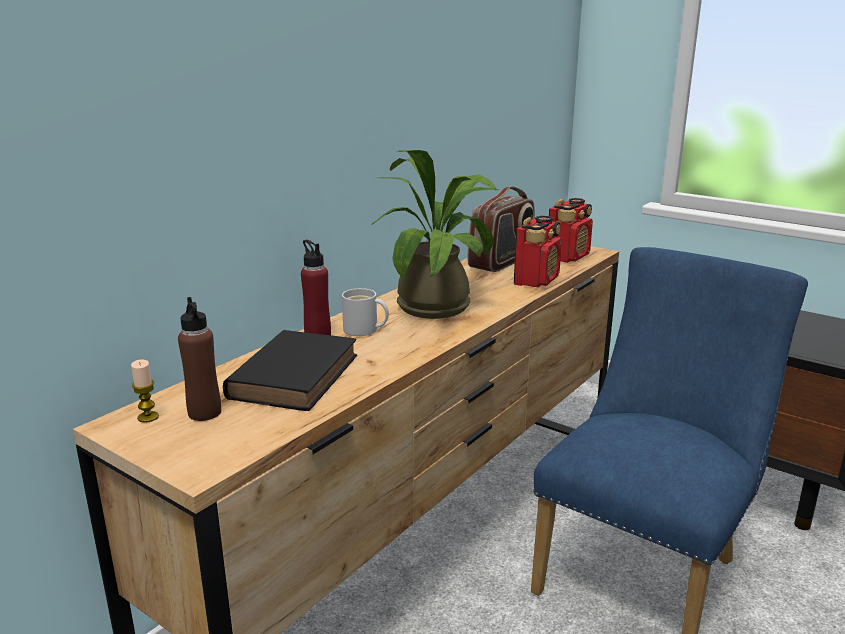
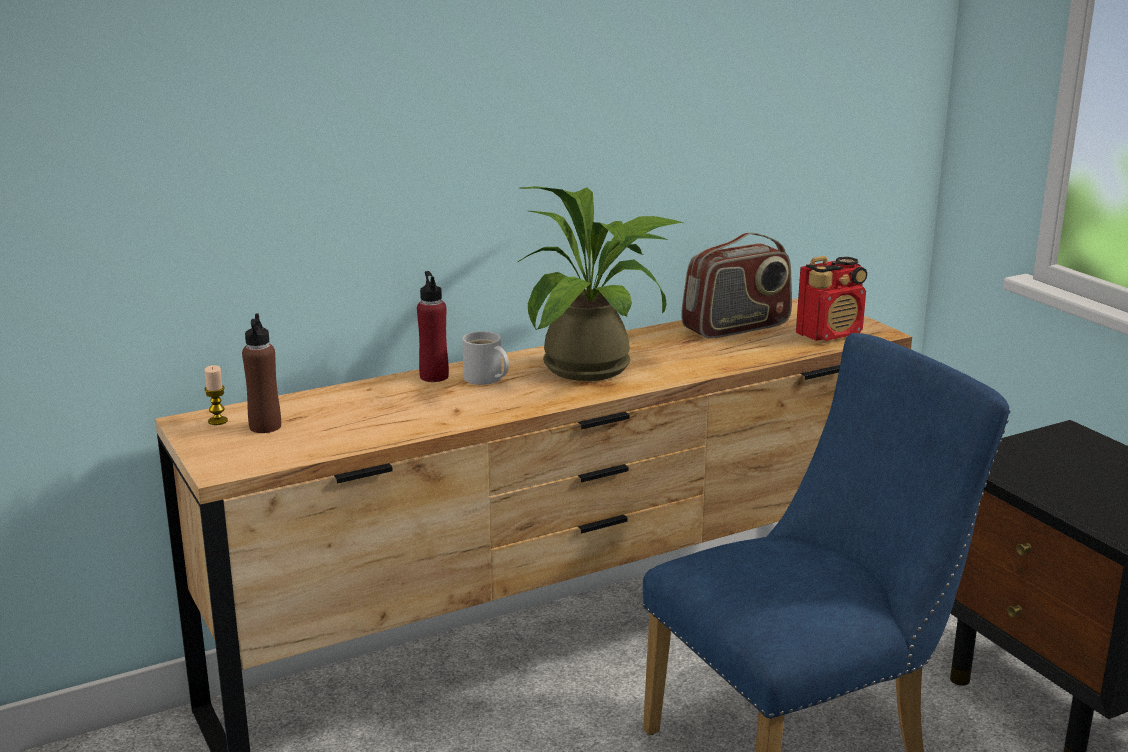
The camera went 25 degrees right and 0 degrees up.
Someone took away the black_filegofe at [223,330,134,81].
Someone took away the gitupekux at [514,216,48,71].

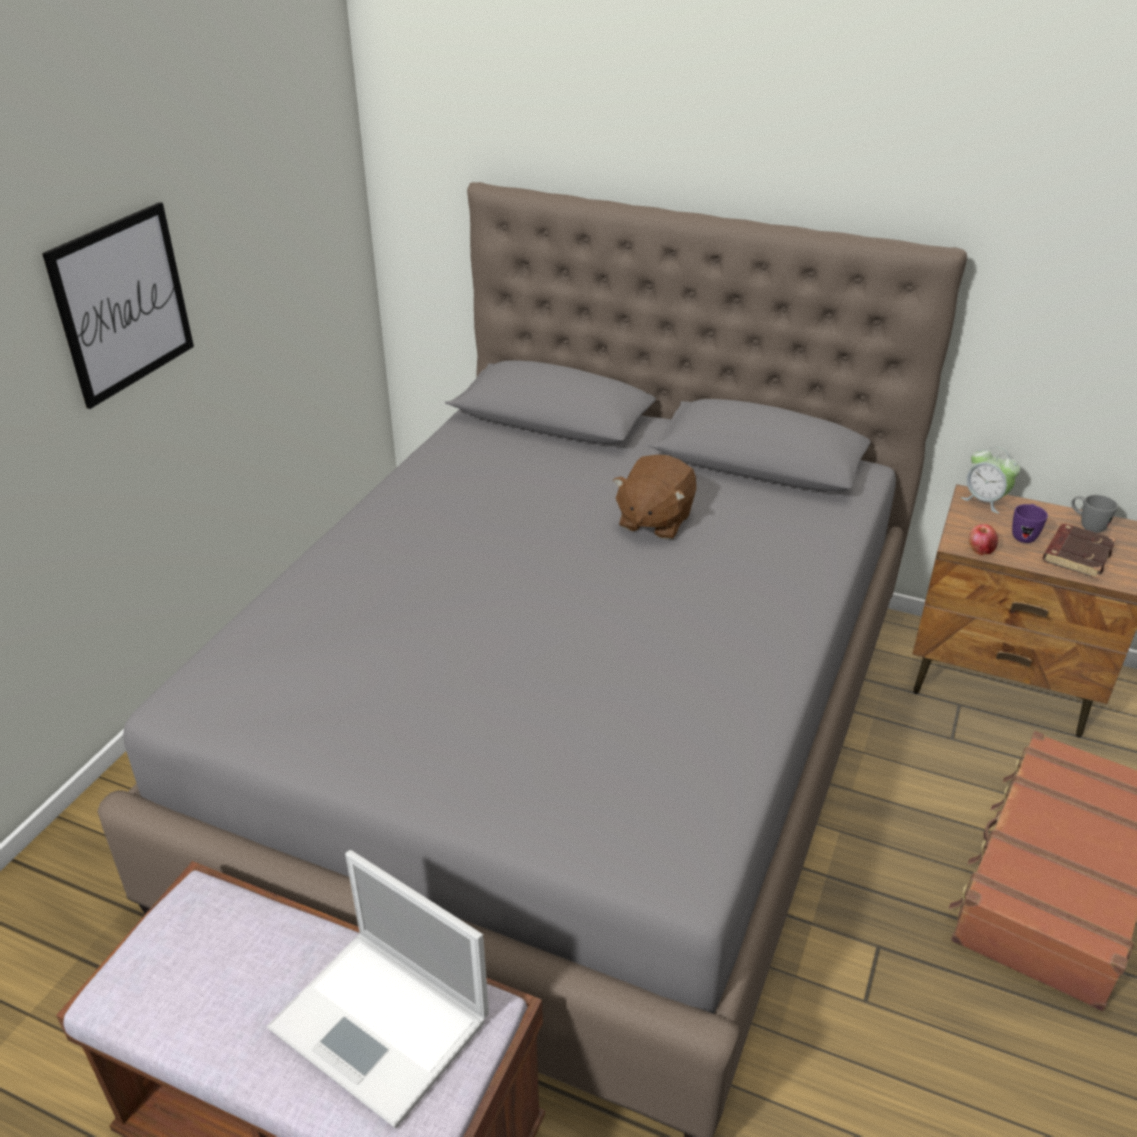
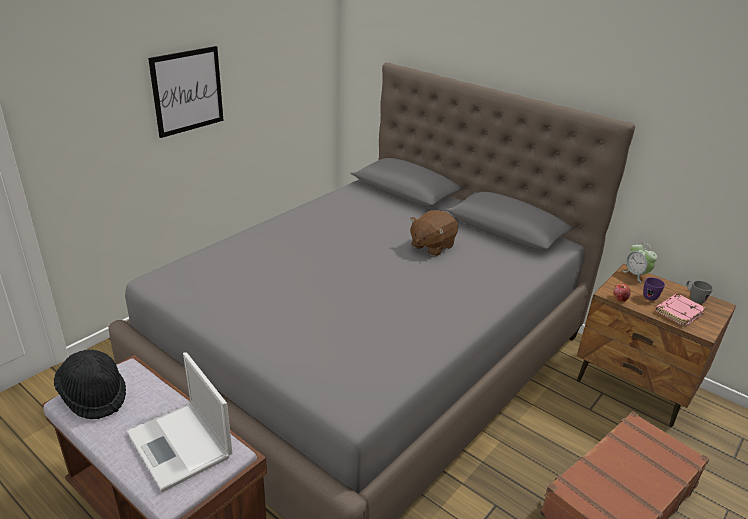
The camera went 15 degrees right and 5 degrees down.
Someone put down the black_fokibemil at [54,350,72,69].
Someone repainted the brown_filegofe at [1042,524,74,55], which became the pink_filegofe at [655,294,51,32].

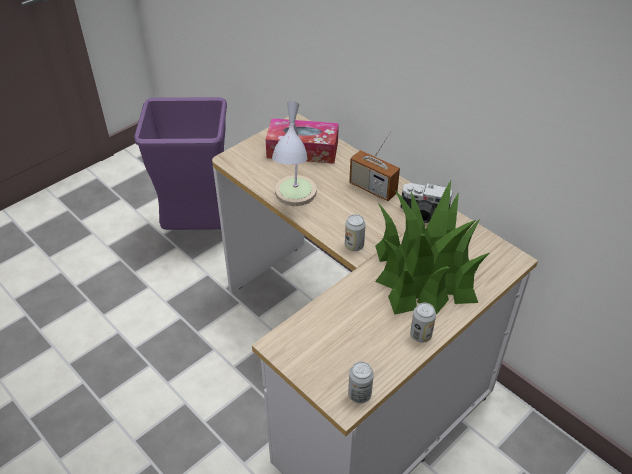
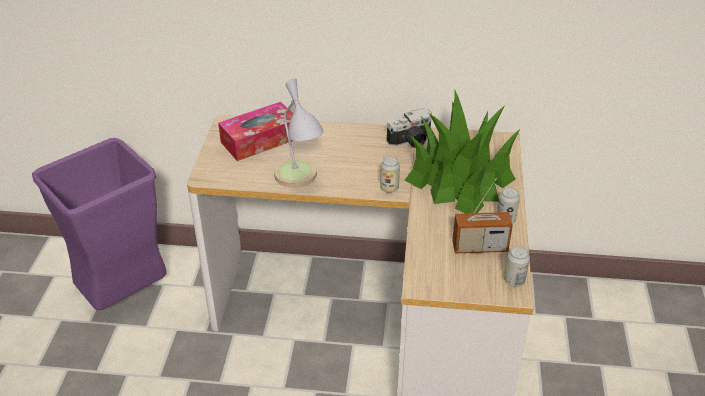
The camera went 40 degrees left and 5 degrees down.
Someone carried the gitupekux from [349,131,51,70] to [452,178,61,76].

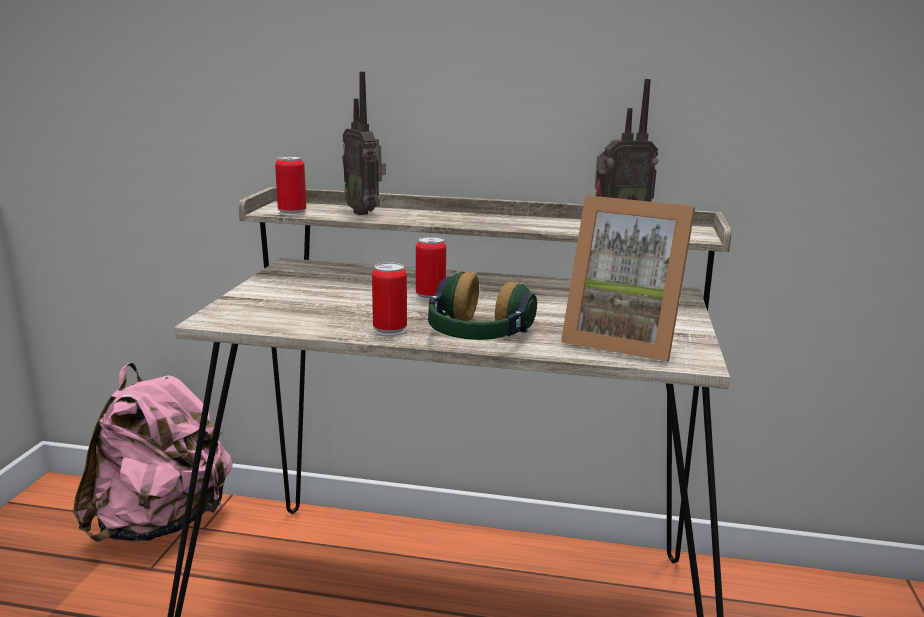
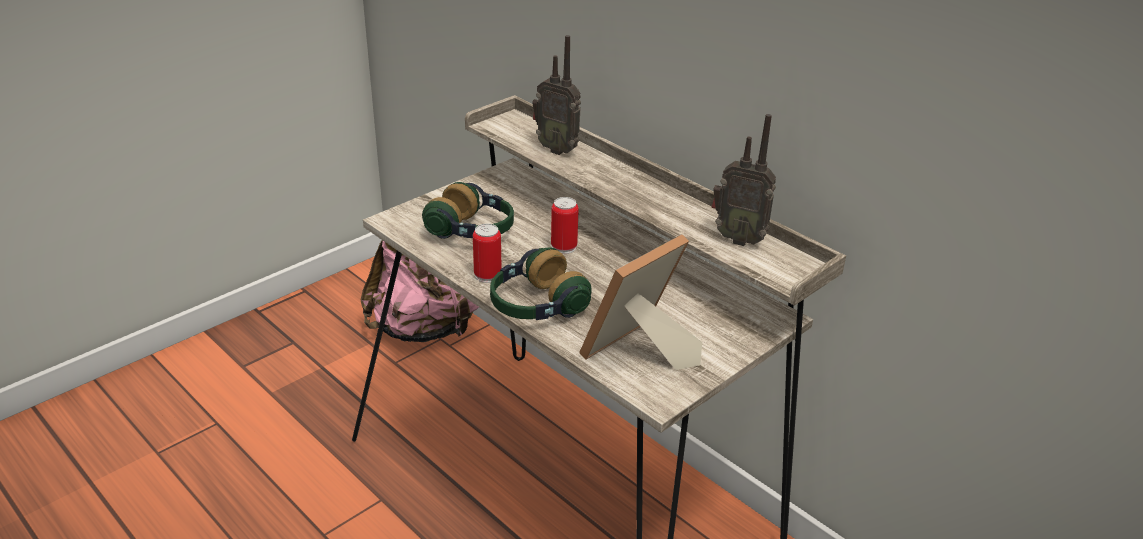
The camera went 35 degrees right and 15 degrees up.
Someone put down the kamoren at [422,182,92,57].
Someone rotated the gitupekux at [342,71,44,144] by 60 degrees counterclockwise.
Someone rotated the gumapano at [561,195,134,167] by 75 degrees clockwise.
Someone took away the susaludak at [275,156,31,60].

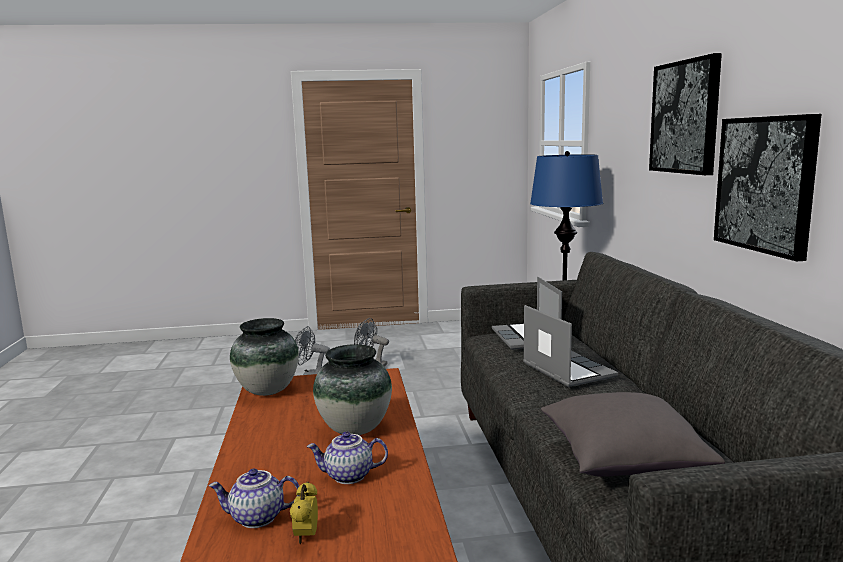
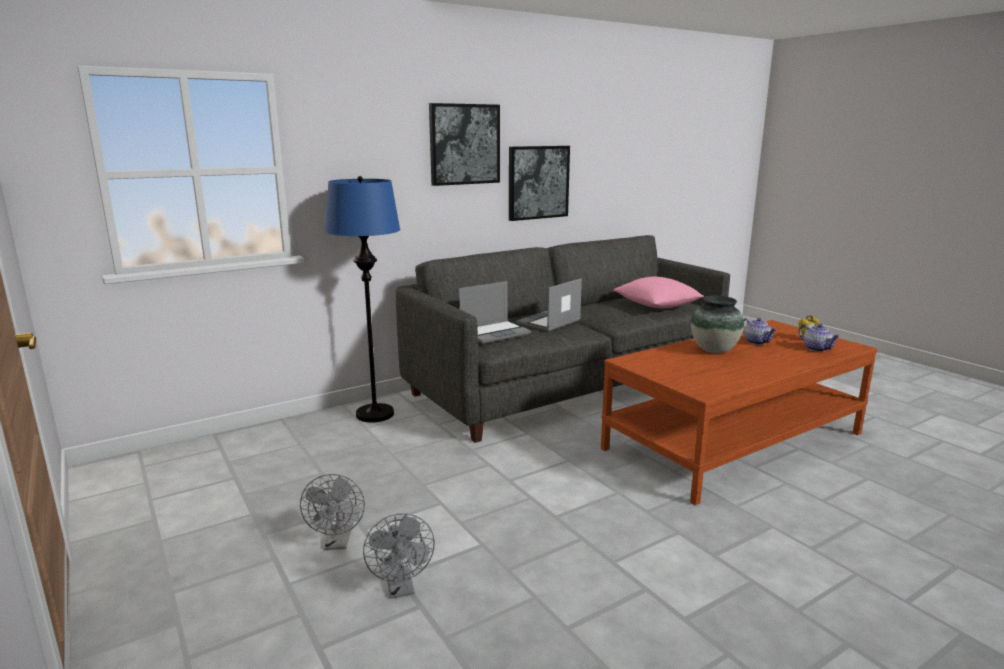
The camera went 115 degrees left and 5 degrees up.
Someone repainted the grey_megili at [541,392,184,85], which became the pink_megili at [613,277,91,31].
Someone took away the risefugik at [230,318,69,78].

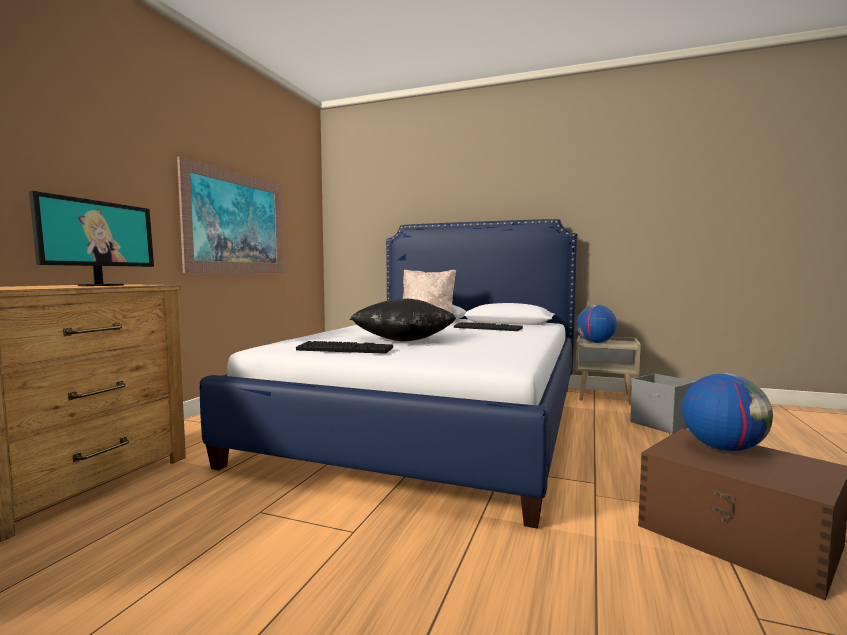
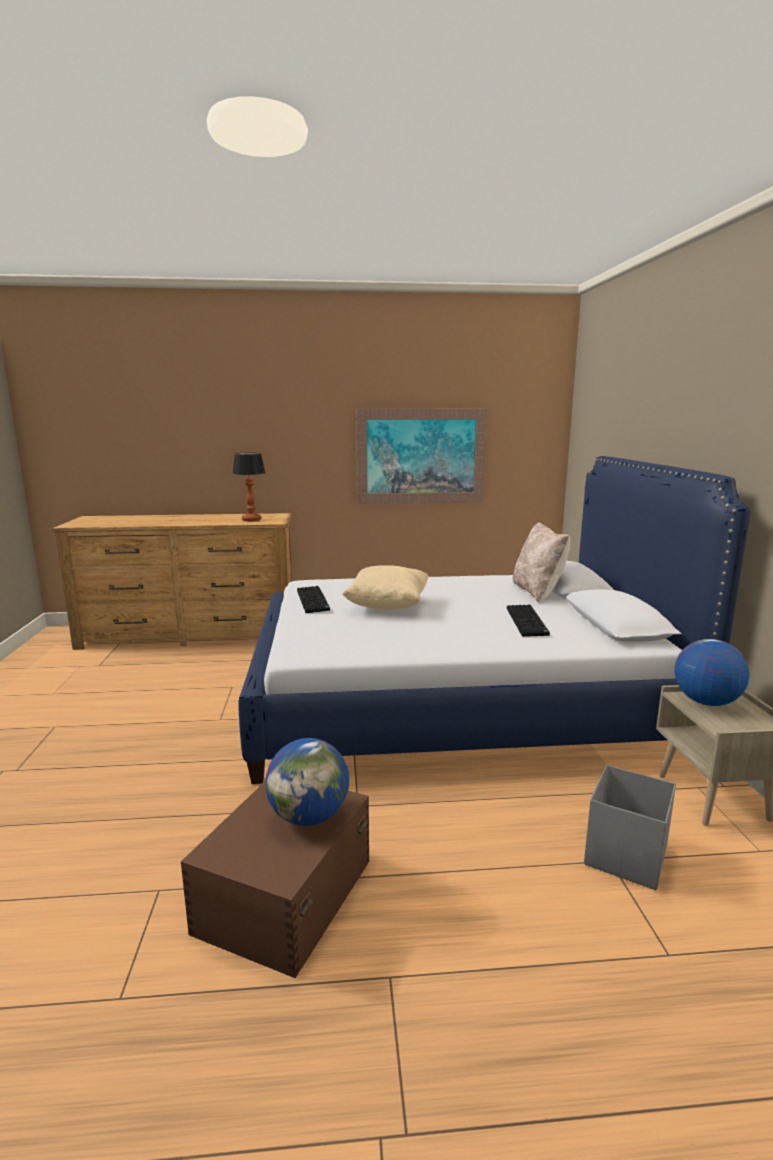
The camera went 65 degrees right and 10 degrees up.
Someone swapped the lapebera at [29,191,125,95] for the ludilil at [232,453,33,68].
Someone repainted the black_megili at [350,299,106,43], which became the beige_megili at [342,565,87,45].

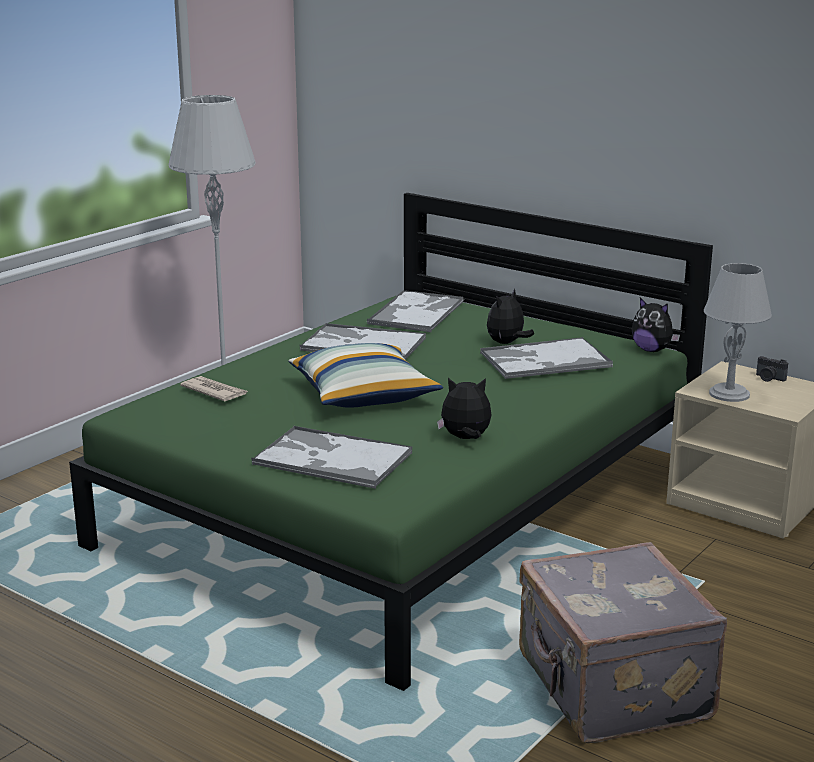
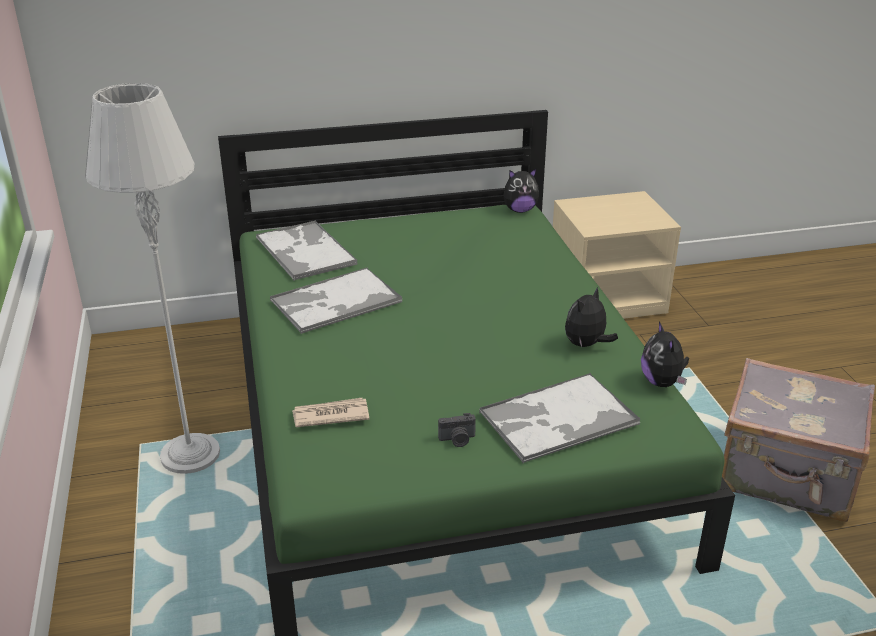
The camera went 50 degrees left and 10 degrees up.
Someone carried the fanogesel from [756,356,32,26] to [438,413,38,34].
Someone carried the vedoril from [487,289,47,55] to [641,322,48,65].
Someone took away the megili at [288,343,155,65].
Someone took away the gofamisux at [480,337,133,42].
Someone took away the grey_ludilil at [704,263,68,139].

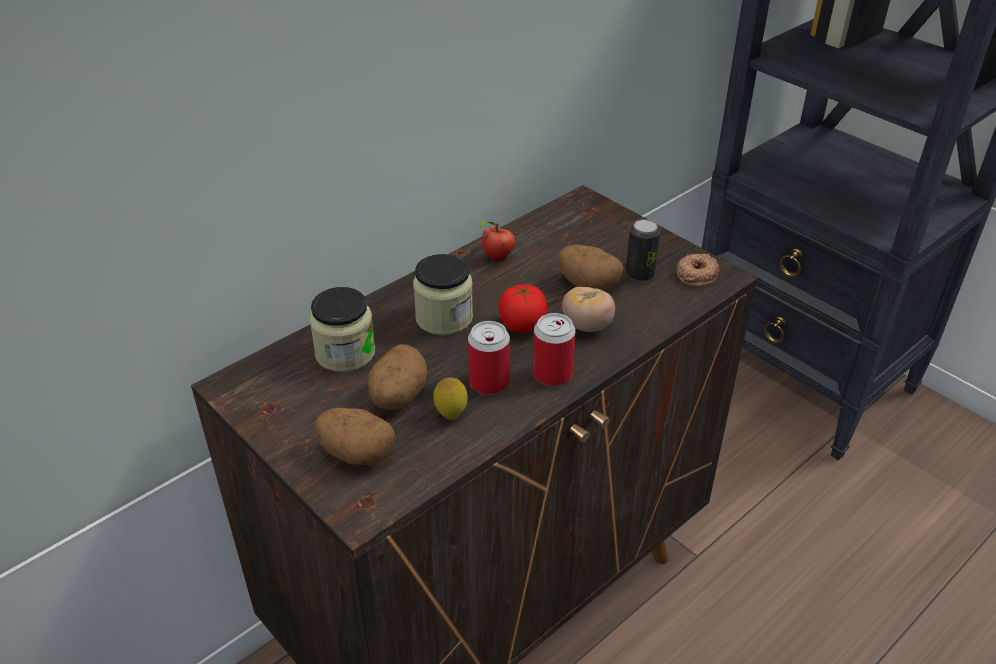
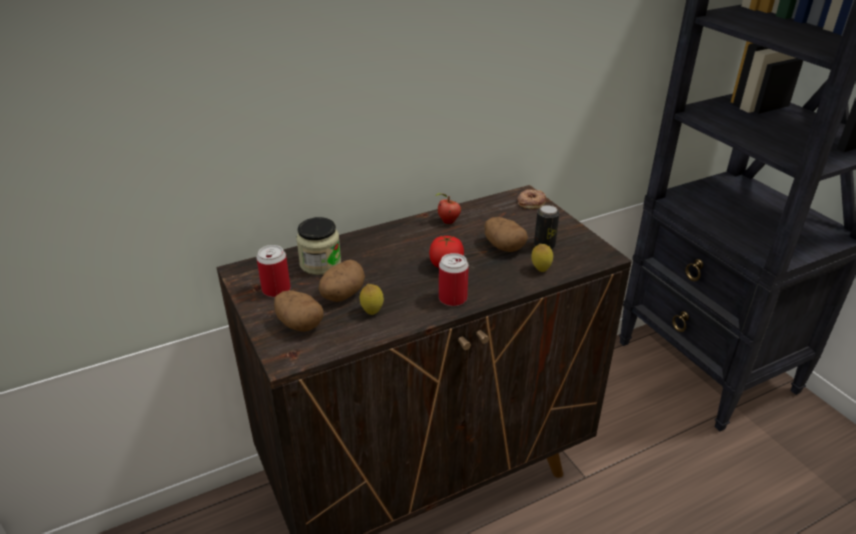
The camera went 15 degrees right and 5 degrees down.
Someone carried the susaludak from [468,321,42,74] to [256,245,35,52].
Someone carried the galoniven from [676,254,43,33] to [517,189,29,20].
Someone put down the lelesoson at [531,244,22,28].
Someone took away the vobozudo at [413,254,60,81].
Someone took away the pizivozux at [562,287,53,45].

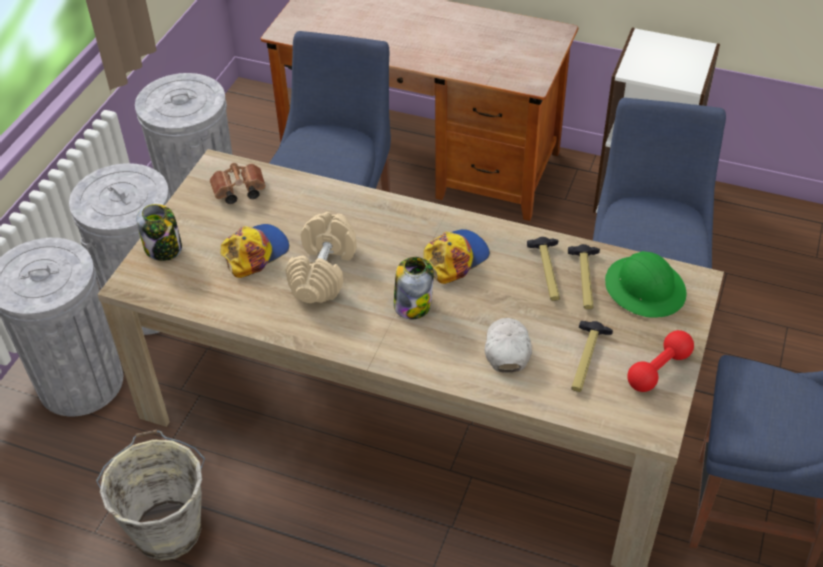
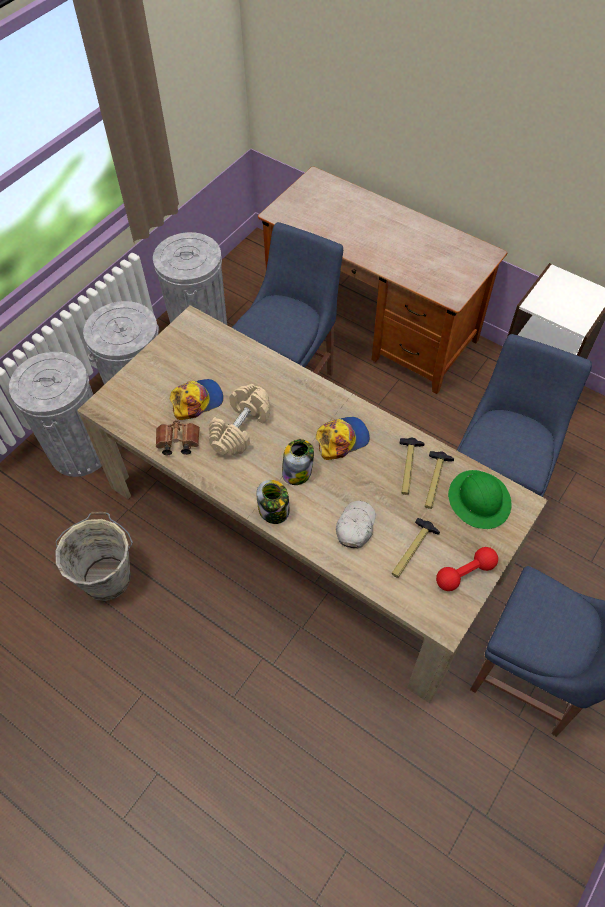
The camera went 15 degrees right and 10 degrees up.
Someone carried the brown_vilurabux from [210,163,56,41] to [156,420,44,35].
Someone carried the vobozudo from [136,204,46,57] to [256,480,34,44].

